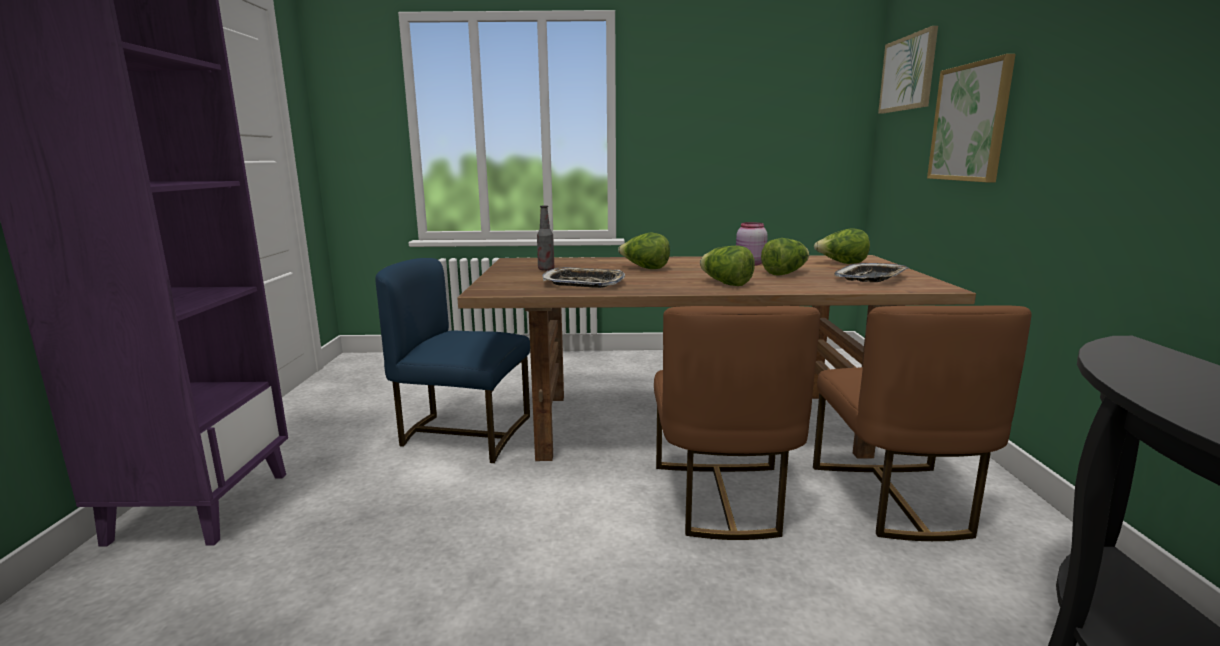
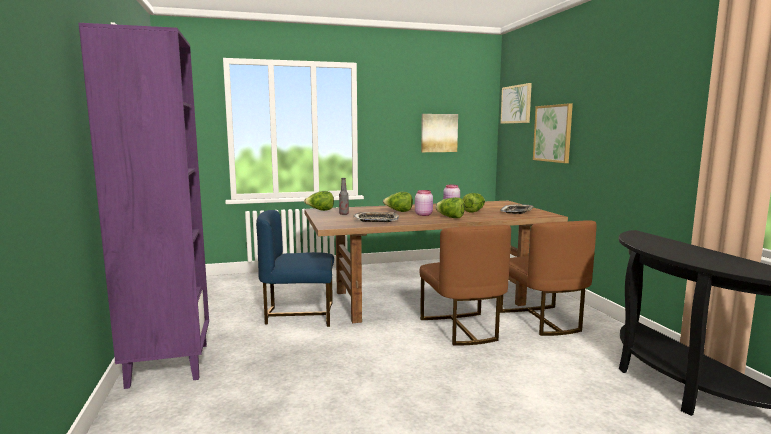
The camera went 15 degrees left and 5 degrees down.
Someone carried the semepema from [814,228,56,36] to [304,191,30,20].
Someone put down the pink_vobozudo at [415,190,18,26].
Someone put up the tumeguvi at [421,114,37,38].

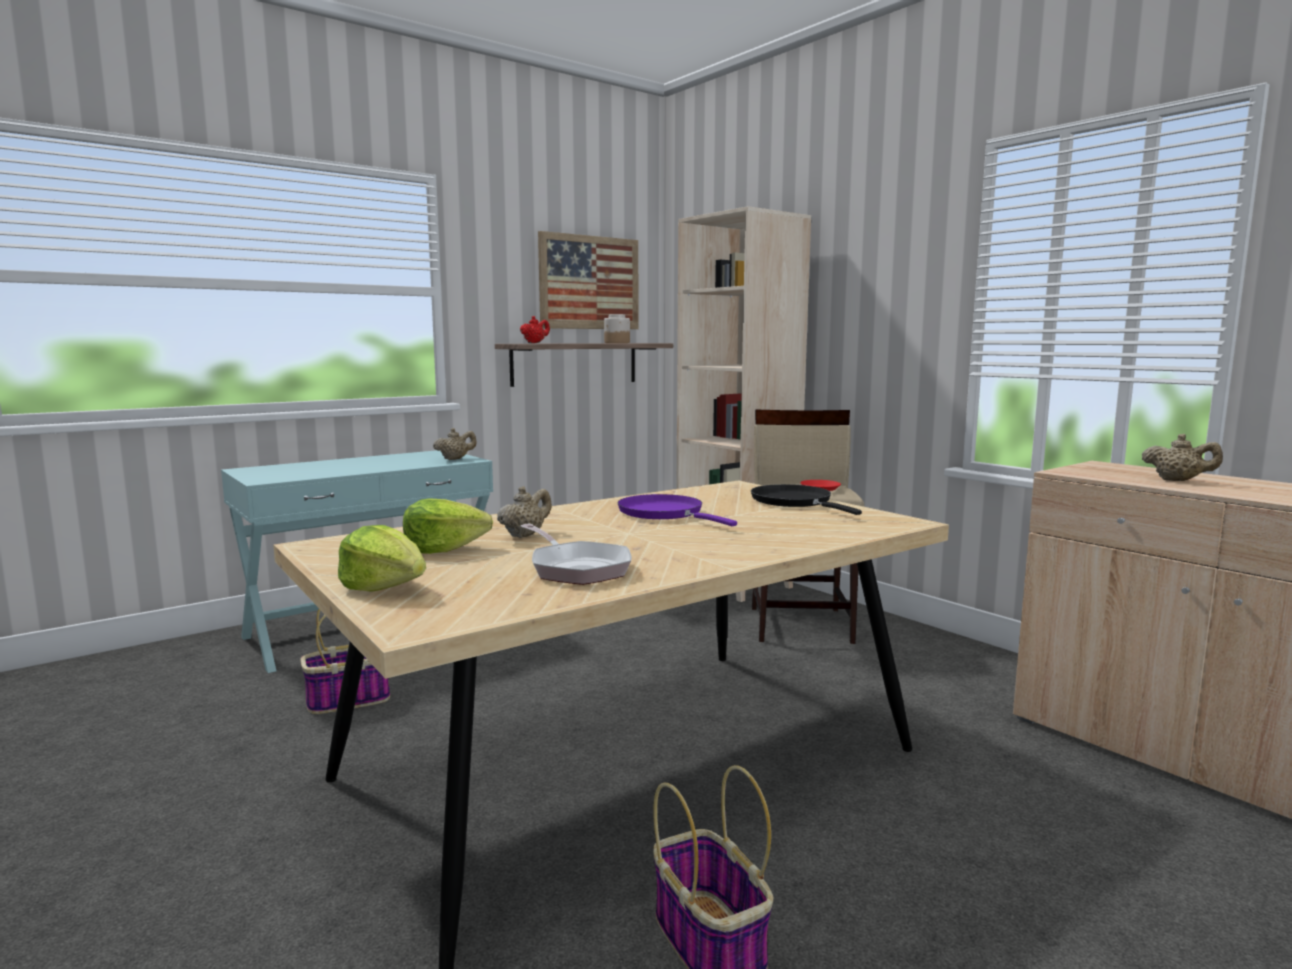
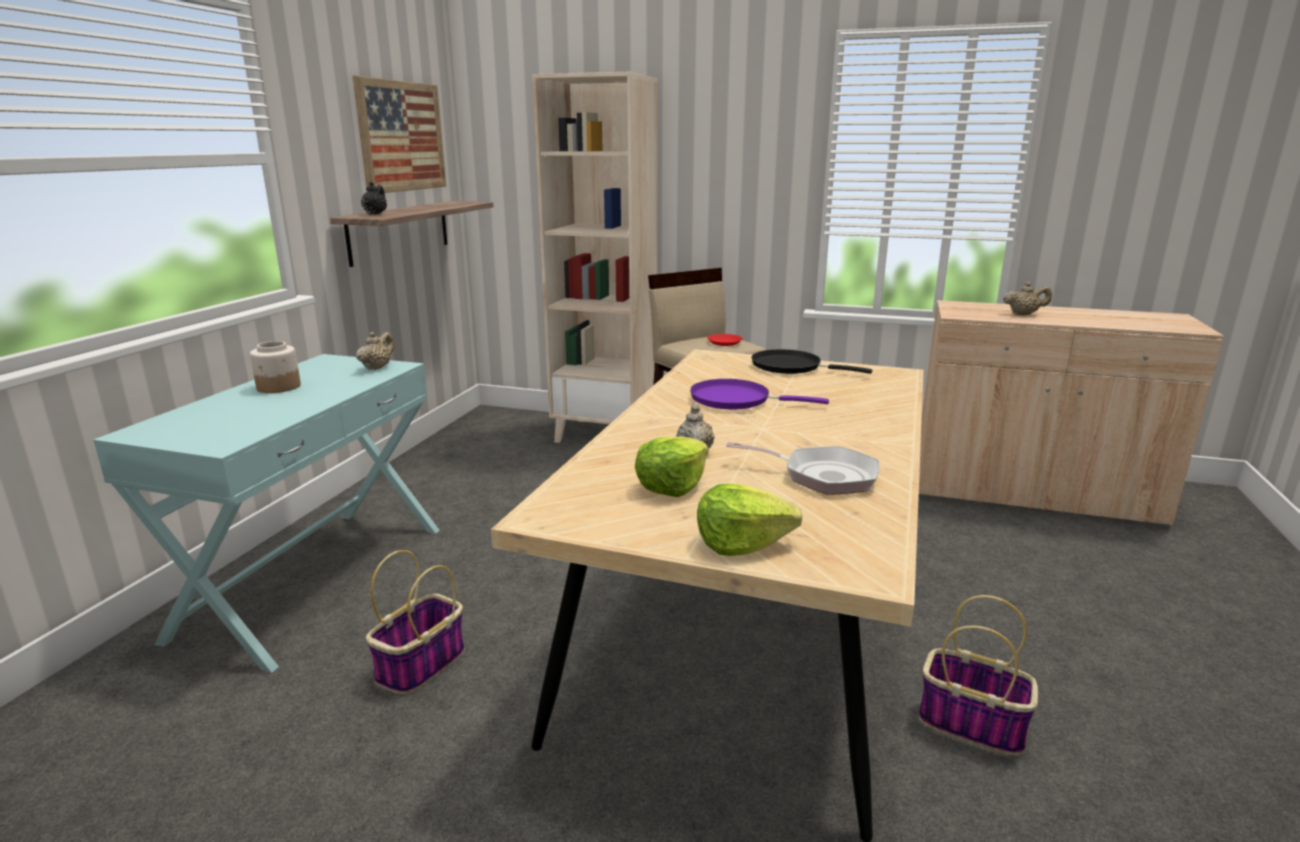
The camera went 35 degrees left and 10 degrees up.
Someone carried the vobozudo from [604,314,26,29] to [250,341,51,52].
Someone repainted the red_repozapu at [520,316,30,27], which became the black_repozapu at [361,182,26,33].

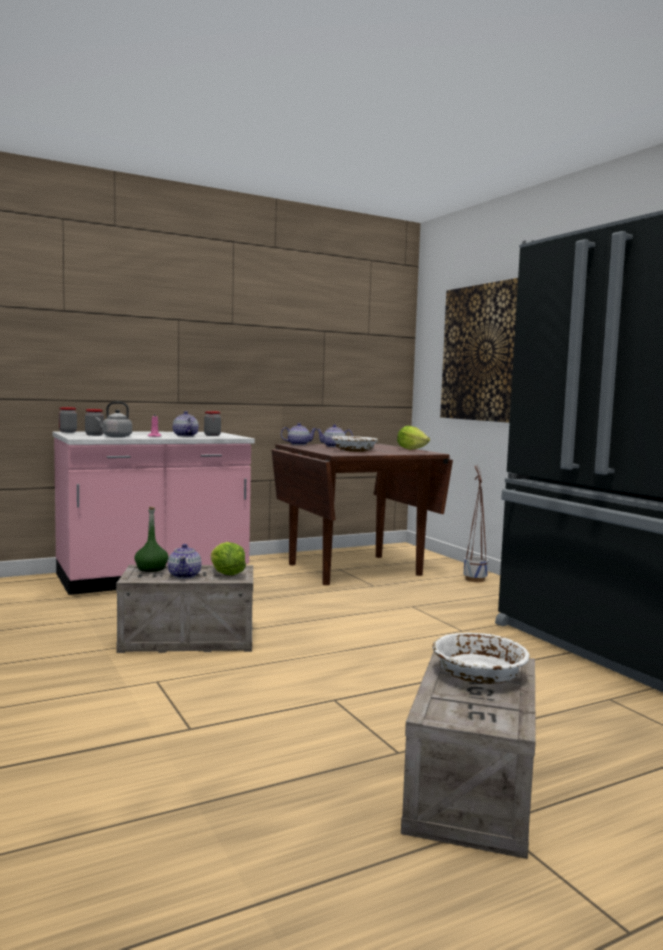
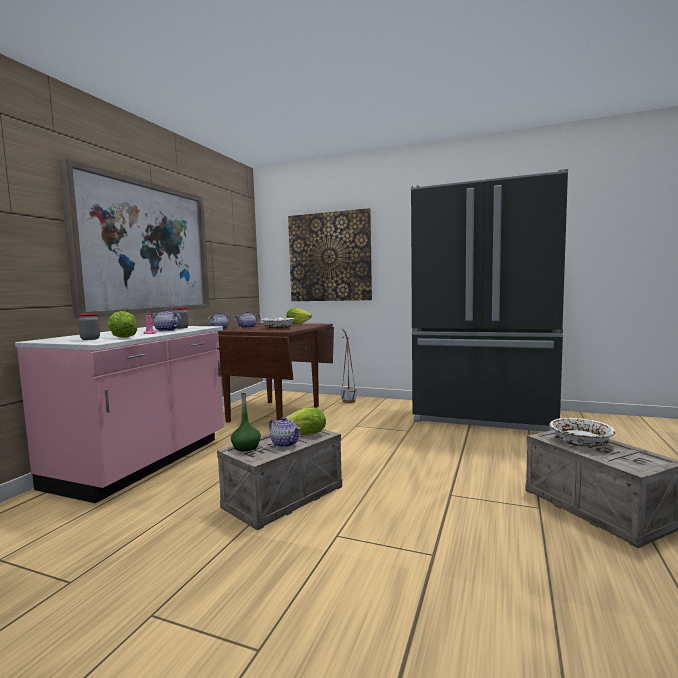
The camera went 40 degrees left and 0 degrees up.
Someone put up the tumeguvi at [58,158,152,160].
Someone swapped the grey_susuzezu at [95,402,37,36] for the semepema at [108,311,30,27].
Someone took away the vobozudo at [59,407,18,26].

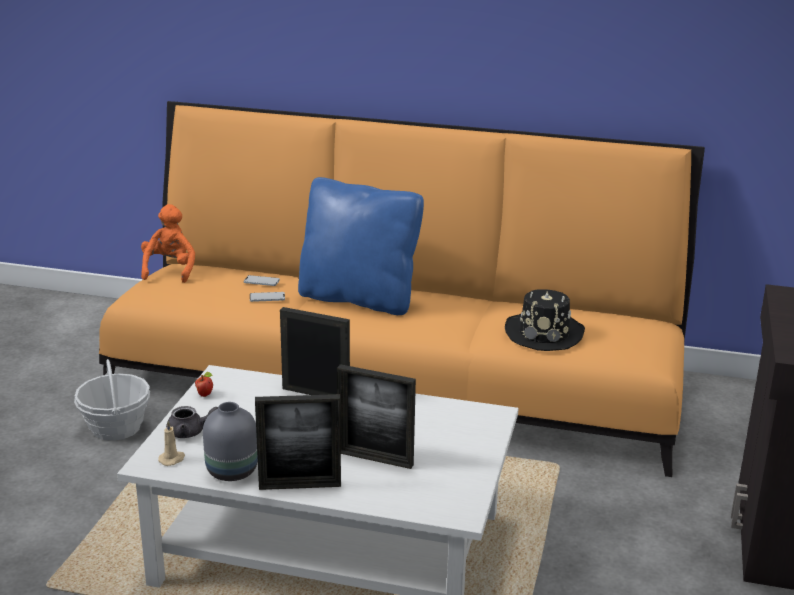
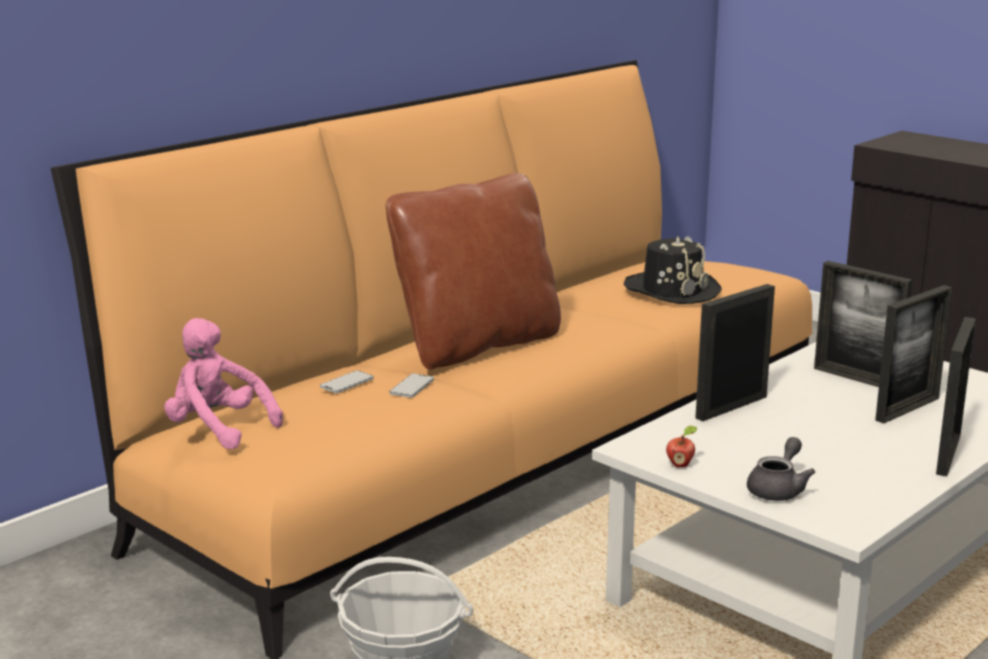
The camera went 60 degrees left and 5 degrees down.
Someone repainted the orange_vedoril at [141,204,54,79], which became the pink_vedoril at [164,318,119,131].
Someone repainted the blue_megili at [298,177,126,138], which became the brown_megili at [386,173,175,197].
Someone put down the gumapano at [814,261,99,126].
Someone took away the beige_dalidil at [158,421,27,45].
Someone took away the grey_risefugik at [203,402,55,79].

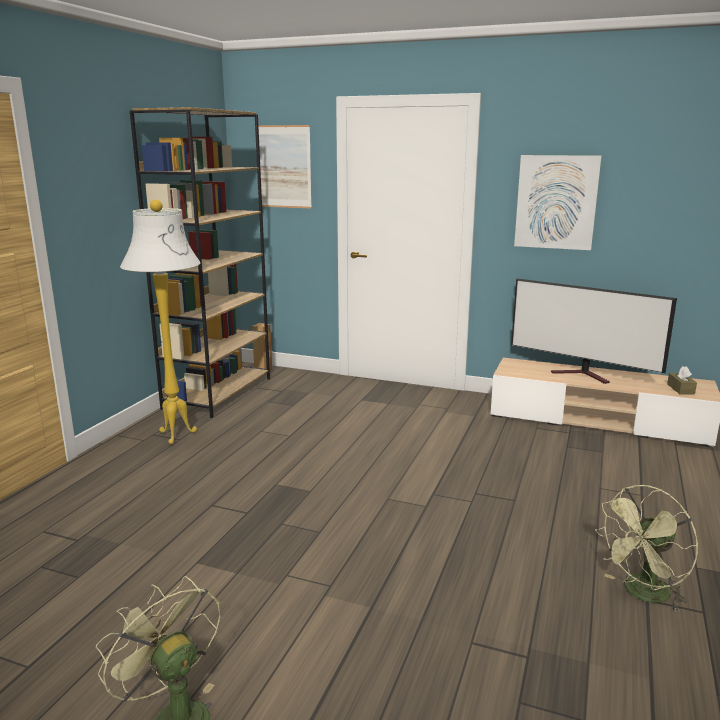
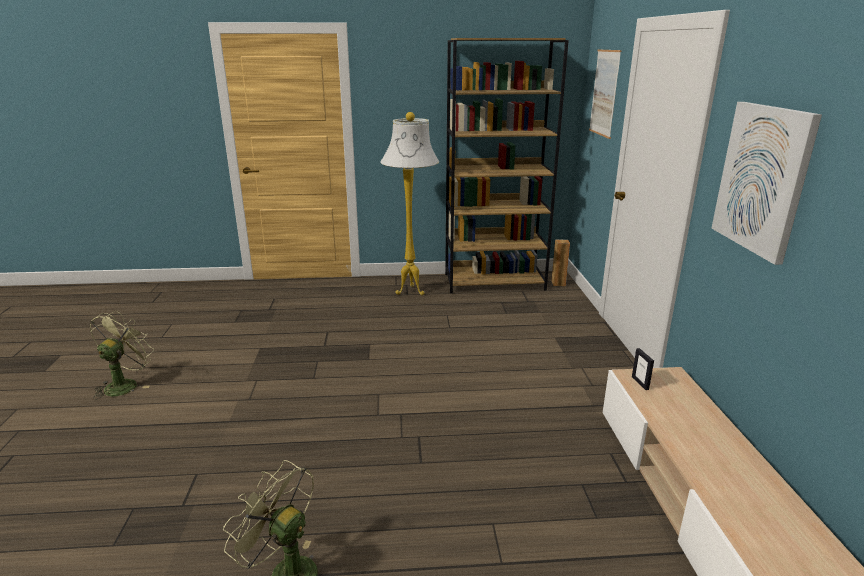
The camera went 65 degrees right and 5 degrees up.
Someone put down the gumapano at [632,348,22,42].
Someone took away the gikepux at [511,278,166,106].
Someone took away the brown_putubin at [667,366,30,29].

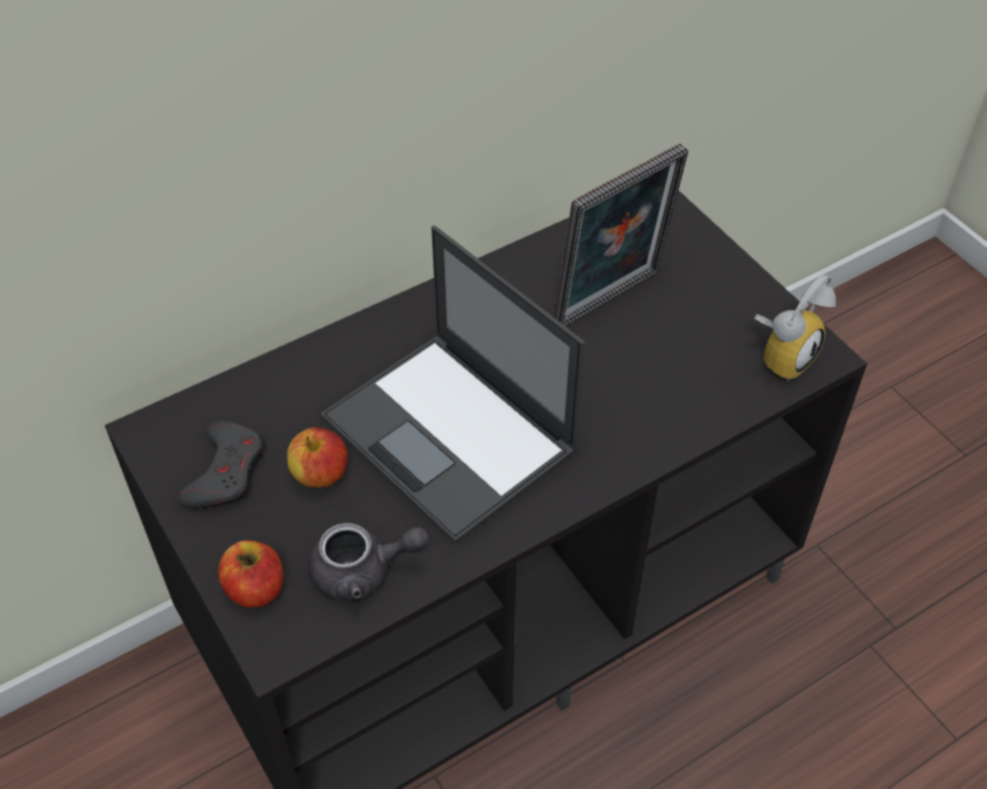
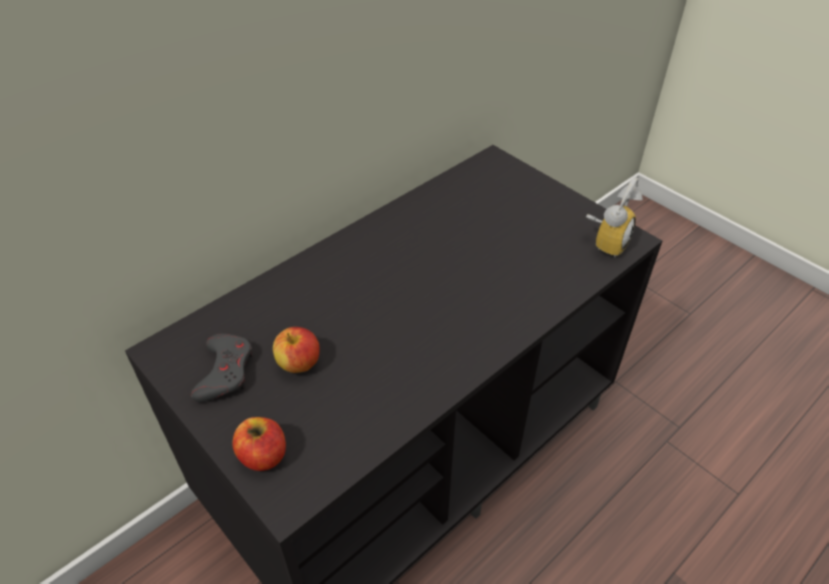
The camera went 10 degrees left and 5 degrees down.
Someone took away the grey_repozapu at [308,523,122,80].
Someone took away the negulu at [320,226,265,319].
Someone took away the gumapano at [553,143,135,184].

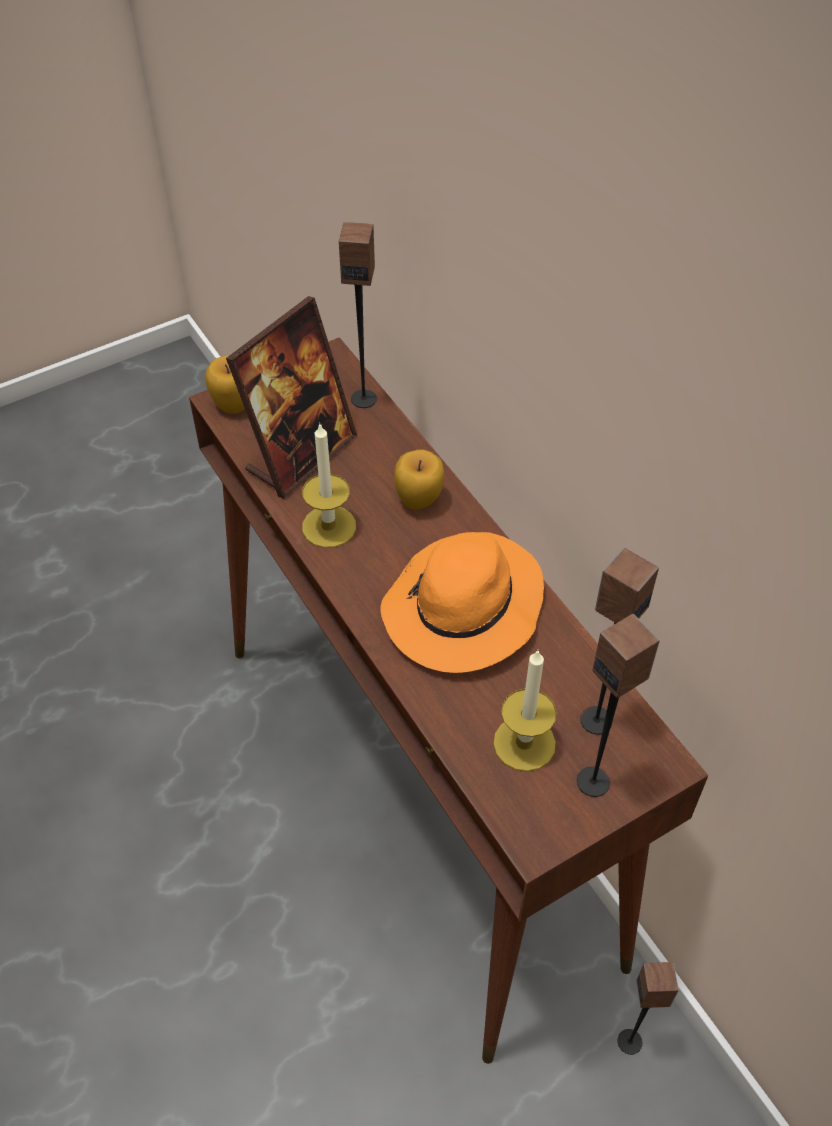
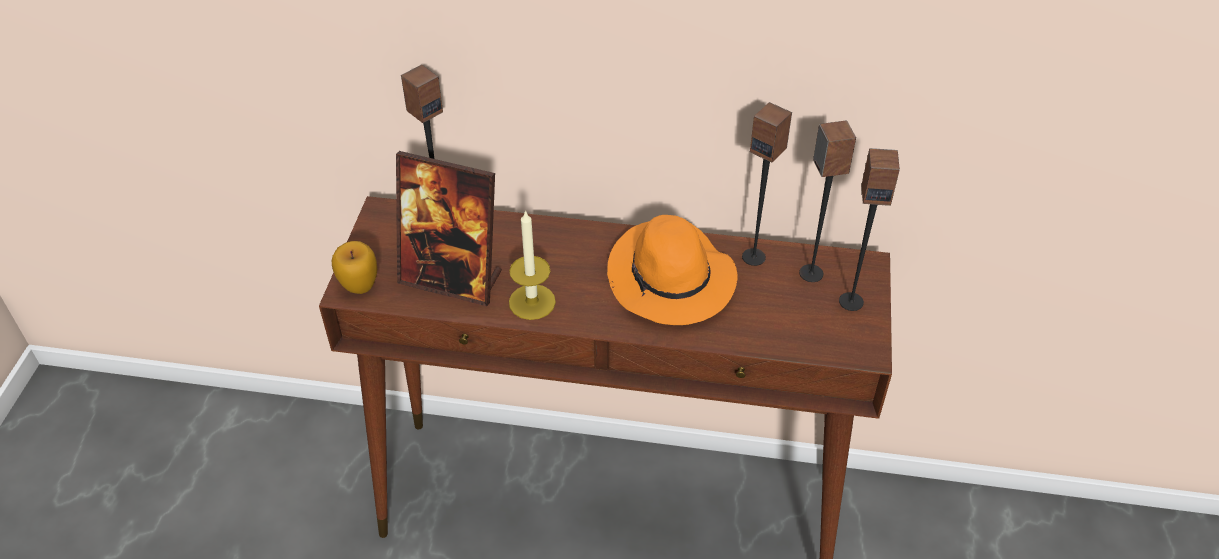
The camera went 50 degrees left and 5 degrees down.
Someone rotated the gumapano at [226,296,131,203] by 120 degrees clockwise.
Someone carried the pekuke from [618,962,61,93] to [742,102,50,164].
Someone took away the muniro at [394,450,50,59].
Someone took away the dalidil at [493,650,64,122].

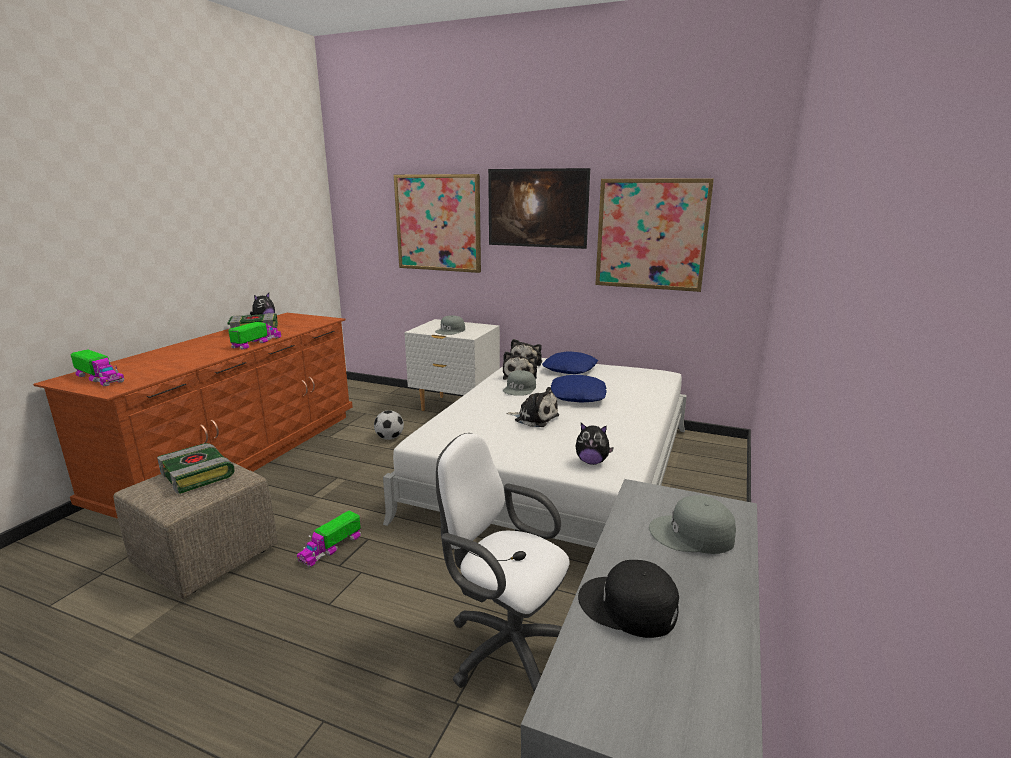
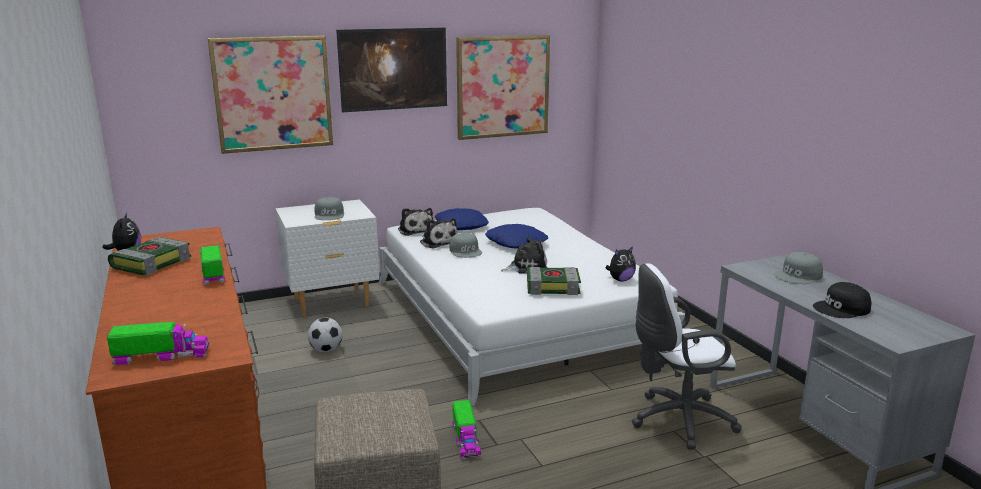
The camera went 45 degrees left and 0 degrees up.
Someone carried the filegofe from [157,443,78,51] to [527,267,54,28].

